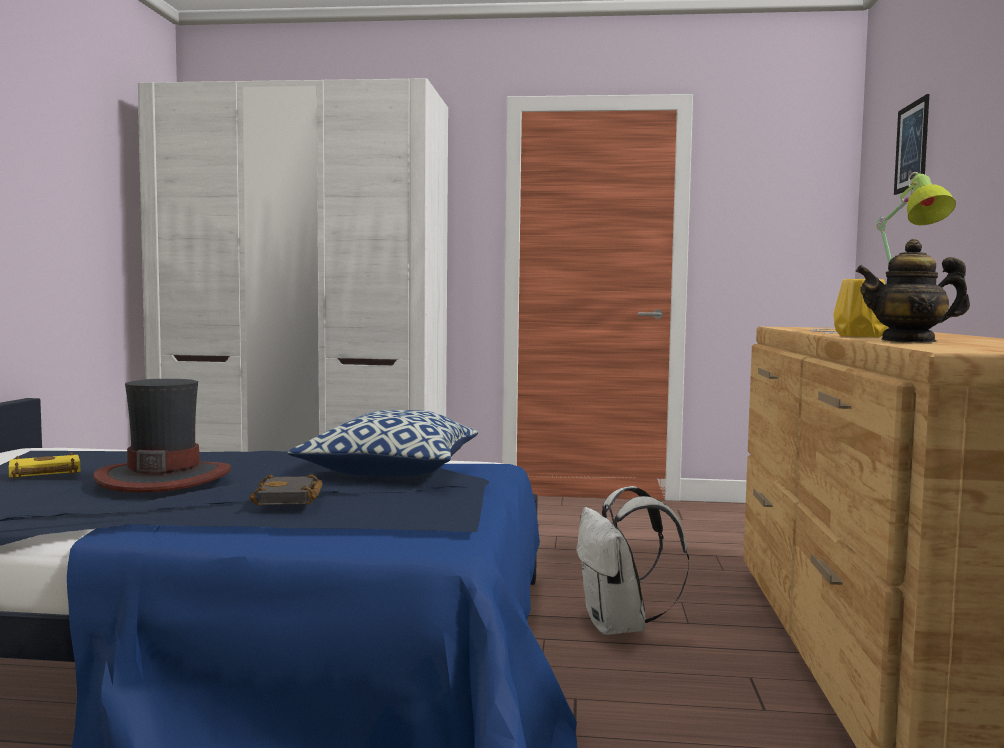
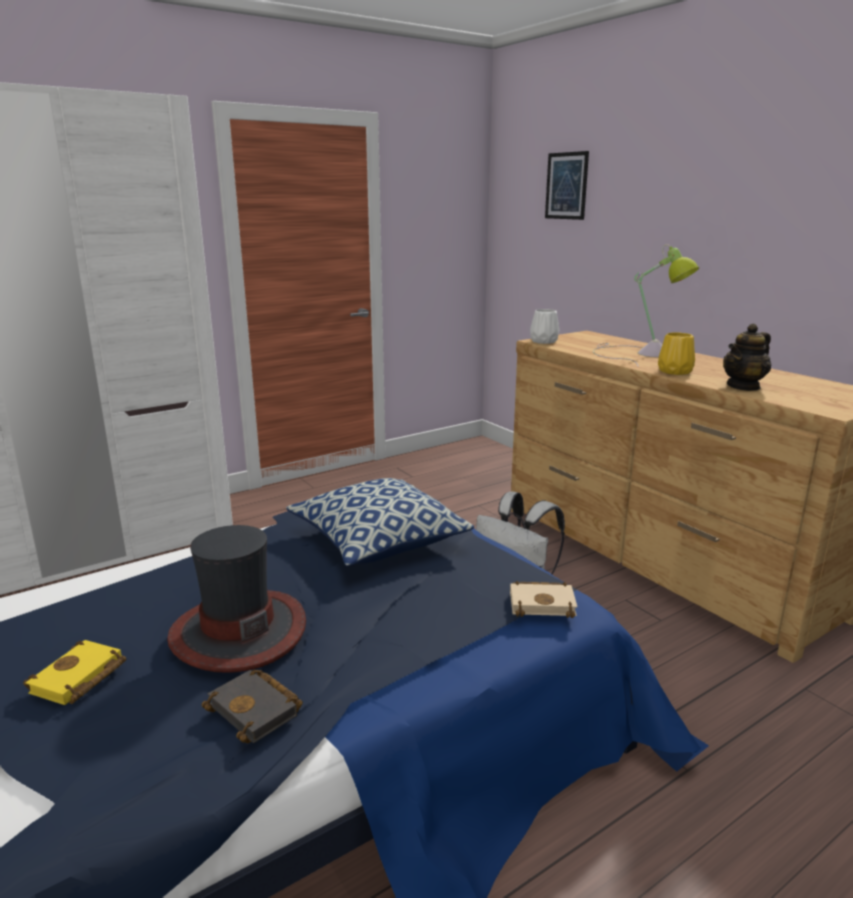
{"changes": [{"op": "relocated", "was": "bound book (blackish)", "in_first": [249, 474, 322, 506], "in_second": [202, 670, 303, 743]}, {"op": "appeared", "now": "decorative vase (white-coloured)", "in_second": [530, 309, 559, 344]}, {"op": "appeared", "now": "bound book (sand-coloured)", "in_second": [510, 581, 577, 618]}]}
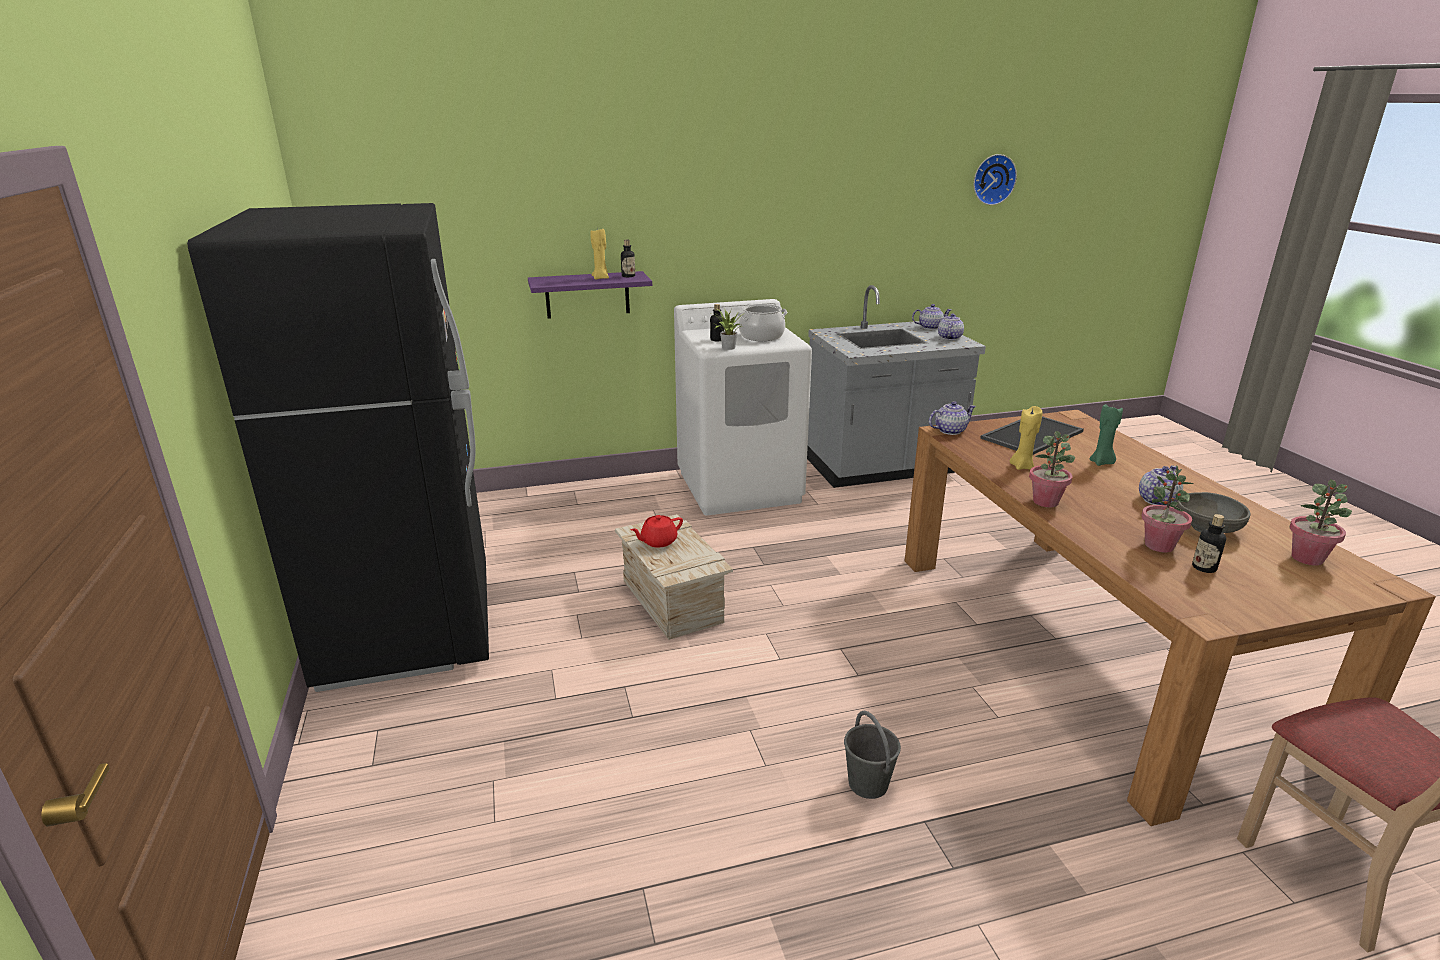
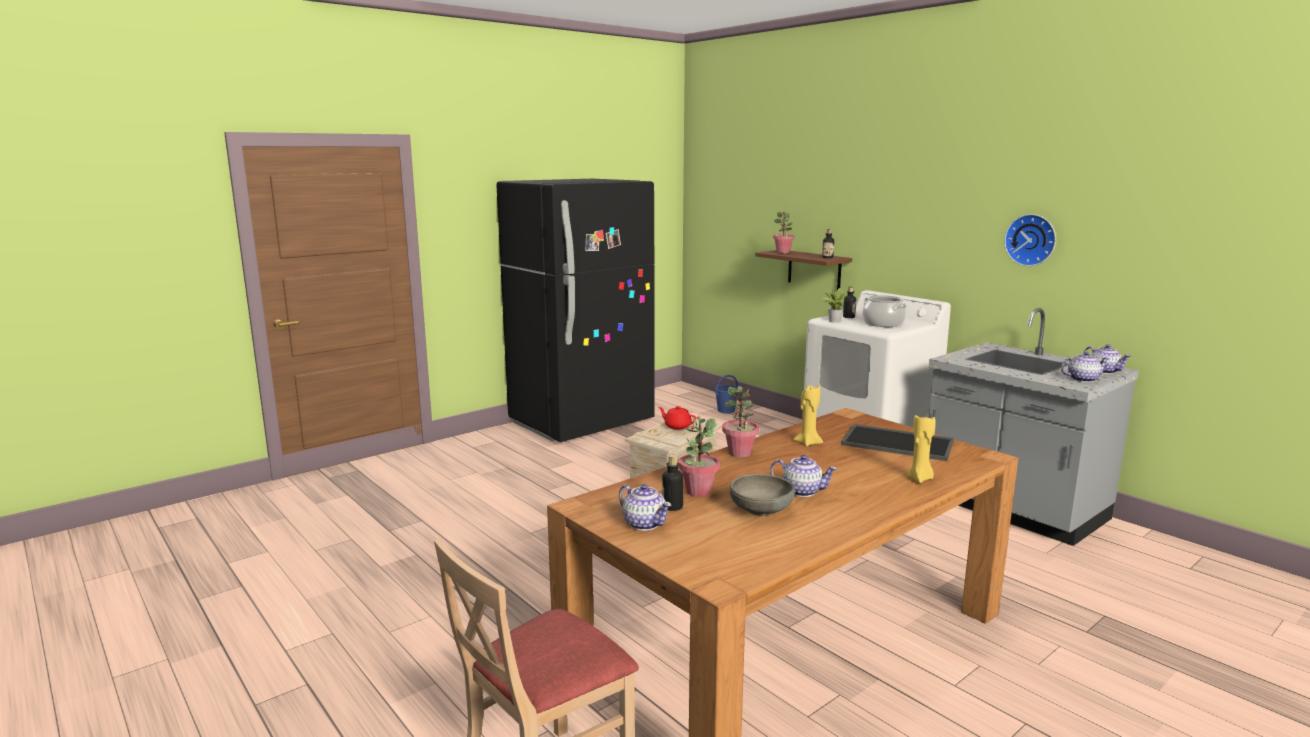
{"changes": [{"op": "relocated", "was": "clock on the wall", "in_first": [974, 154, 1017, 205], "in_second": [1004, 214, 1056, 266]}, {"op": "relocated", "was": "wax candle (yellowish)", "in_first": [591, 227, 609, 279], "in_second": [907, 415, 936, 483]}, {"op": "colour", "was": "wall shelf (purple-coloured)", "now": "wall shelf (brownish)", "in_first": [528, 271, 652, 319], "in_second": [755, 250, 852, 290]}, {"op": "relocated", "was": "tea pot", "in_first": [929, 401, 976, 435], "in_second": [619, 484, 672, 531]}, {"op": "missing", "was": "wax candle (green-coloured)", "in_first": [1090, 404, 1123, 466]}, {"op": "relocated", "was": "houseplant", "in_first": [1290, 479, 1352, 566], "in_second": [773, 211, 795, 253]}, {"op": "missing", "was": "bucket (grey)", "in_first": [844, 710, 901, 799]}, {"op": "appeared", "now": "bucket (bluish)", "in_second": [715, 375, 738, 413]}]}
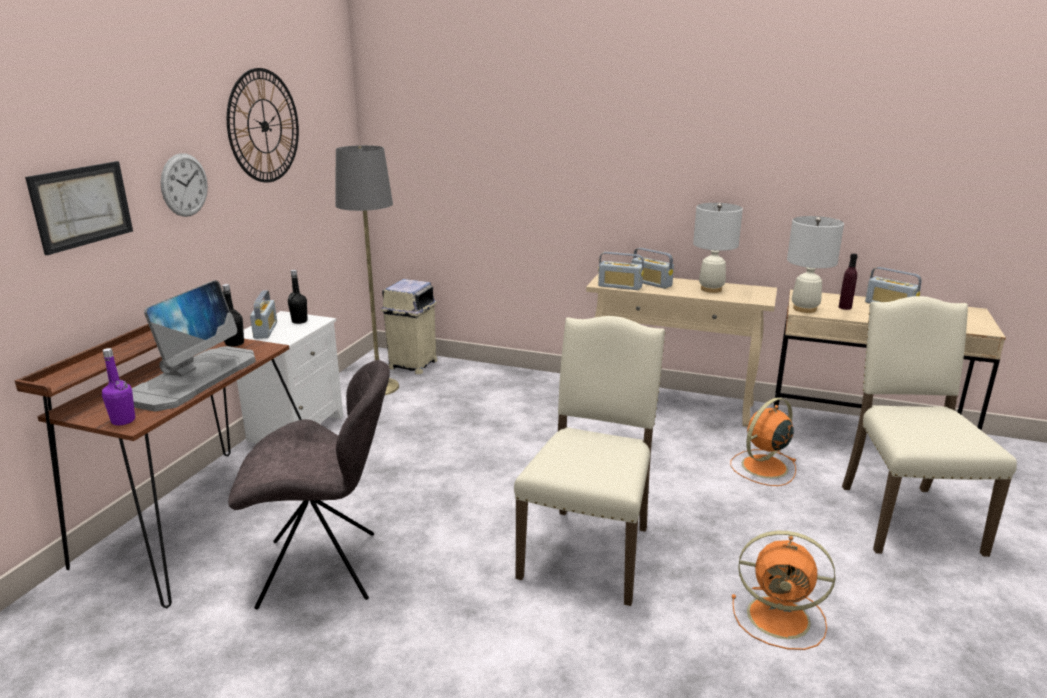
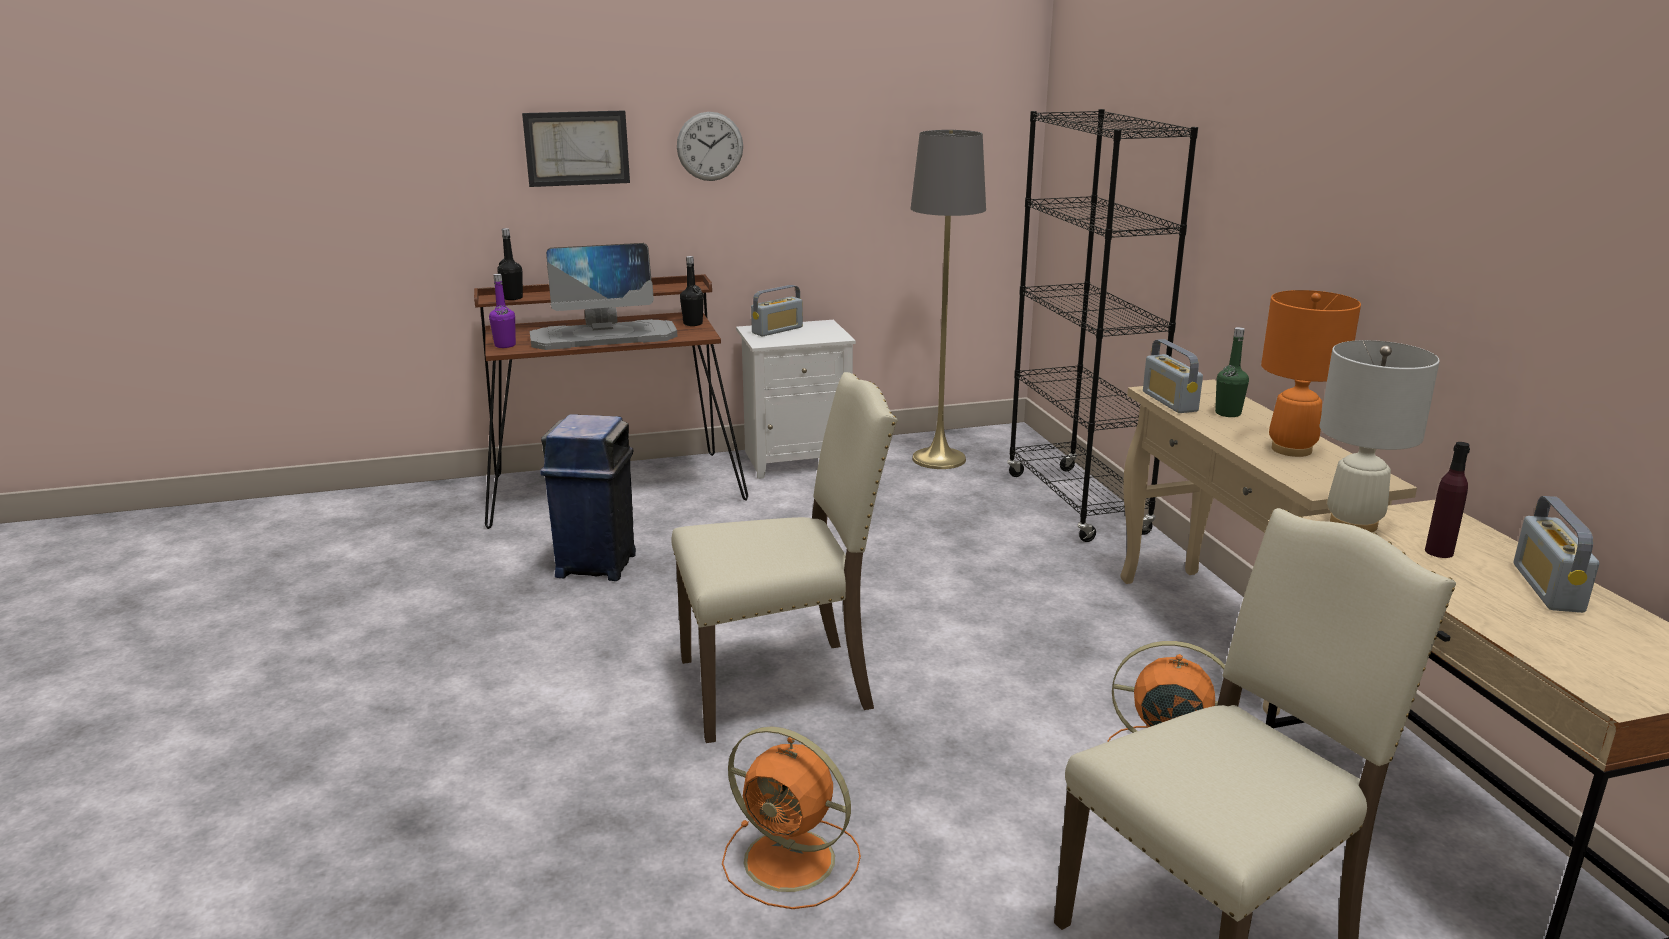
{"changes": [{"op": "missing", "was": "clock on the wall", "in_first": [227, 68, 299, 183]}, {"op": "colour", "was": "lamp for a table (white-coloured)", "now": "lamp for a table (orange-coloured)", "in_first": [693, 203, 743, 293], "in_second": [1261, 290, 1361, 457]}, {"op": "exchanged", "was": "radio set", "now": "drink bottle (green-coloured)", "in_first": [632, 248, 674, 289], "in_second": [1215, 327, 1249, 417]}, {"op": "relocated", "was": "drink bottle (blackish)", "in_first": [288, 270, 307, 324], "in_second": [497, 228, 523, 300]}, {"op": "missing", "was": "trash can (sand-coloured)", "in_first": [381, 279, 438, 374]}, {"op": "exchanged", "was": "plain chair (grey)", "now": "trash can (bluish)", "in_first": [228, 360, 390, 610], "in_second": [540, 414, 636, 581]}, {"op": "spun", "was": "cooling fan (orange-coloured)", "in_first": [732, 531, 835, 650], "in_second": [722, 726, 861, 909], "clockwise": -45}, {"op": "appeared", "now": "bookshelf (blackish)", "in_second": [1007, 109, 1198, 542]}]}
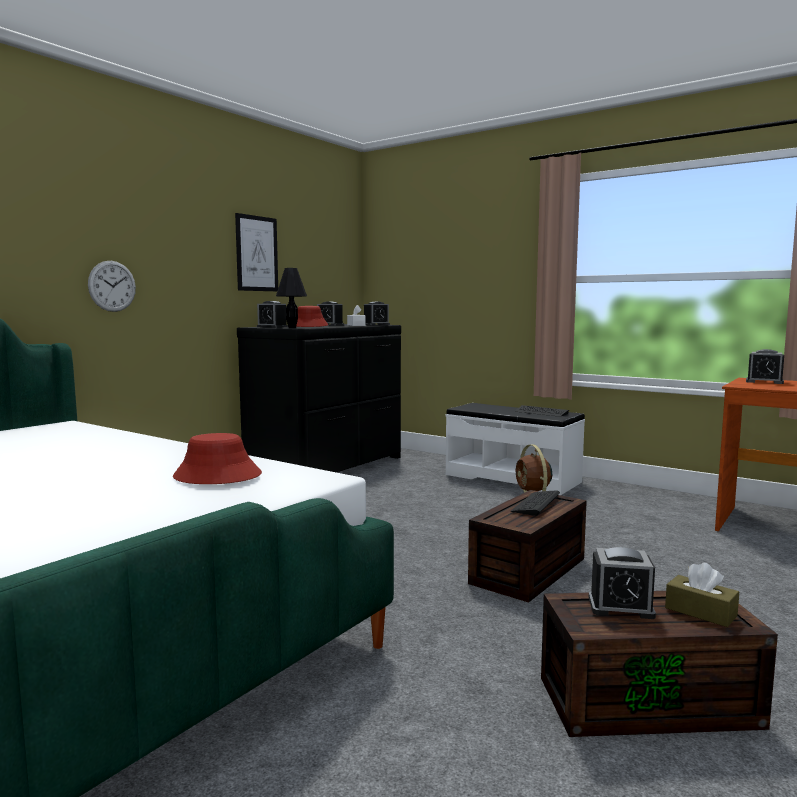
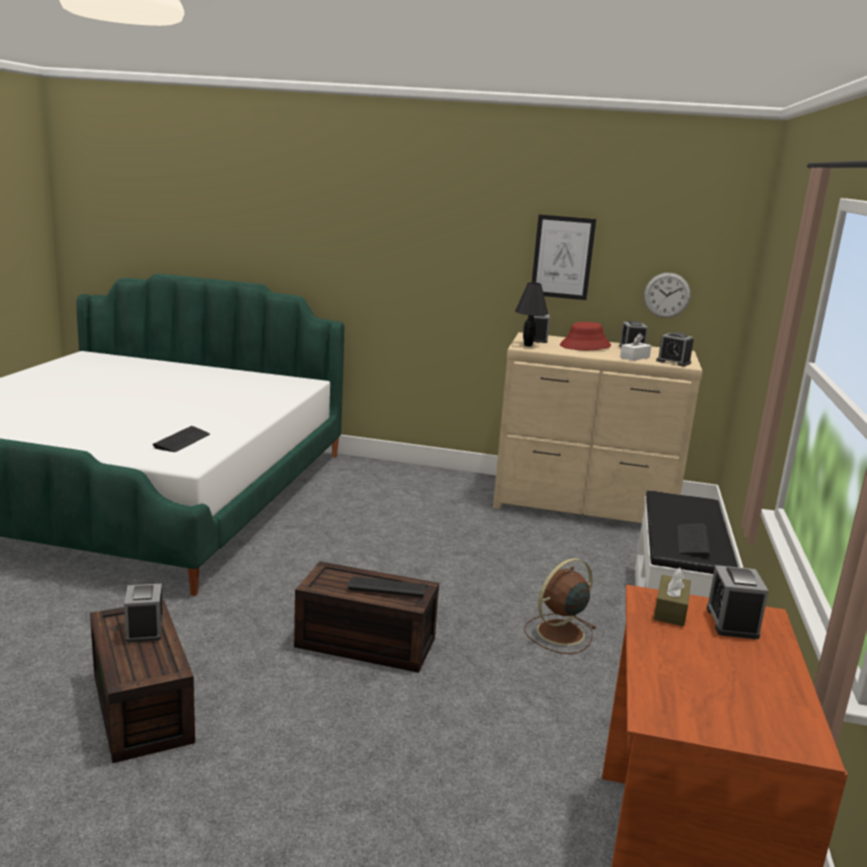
{"changes": [{"op": "relocated", "was": "clock on the wall", "in_first": [88, 261, 136, 312], "in_second": [644, 273, 691, 318]}, {"op": "colour", "was": "chest of drawers (blackish)", "now": "chest of drawers (sand-coloured)", "in_first": [237, 324, 401, 472], "in_second": [493, 332, 703, 523]}, {"op": "exchanged", "was": "clothing hat (reddish)", "now": "computer keyboard", "in_first": [173, 433, 262, 484], "in_second": [152, 426, 210, 452]}, {"op": "relocated", "was": "tissue holder (brownish)", "in_first": [665, 563, 739, 627], "in_second": [654, 568, 691, 626]}]}
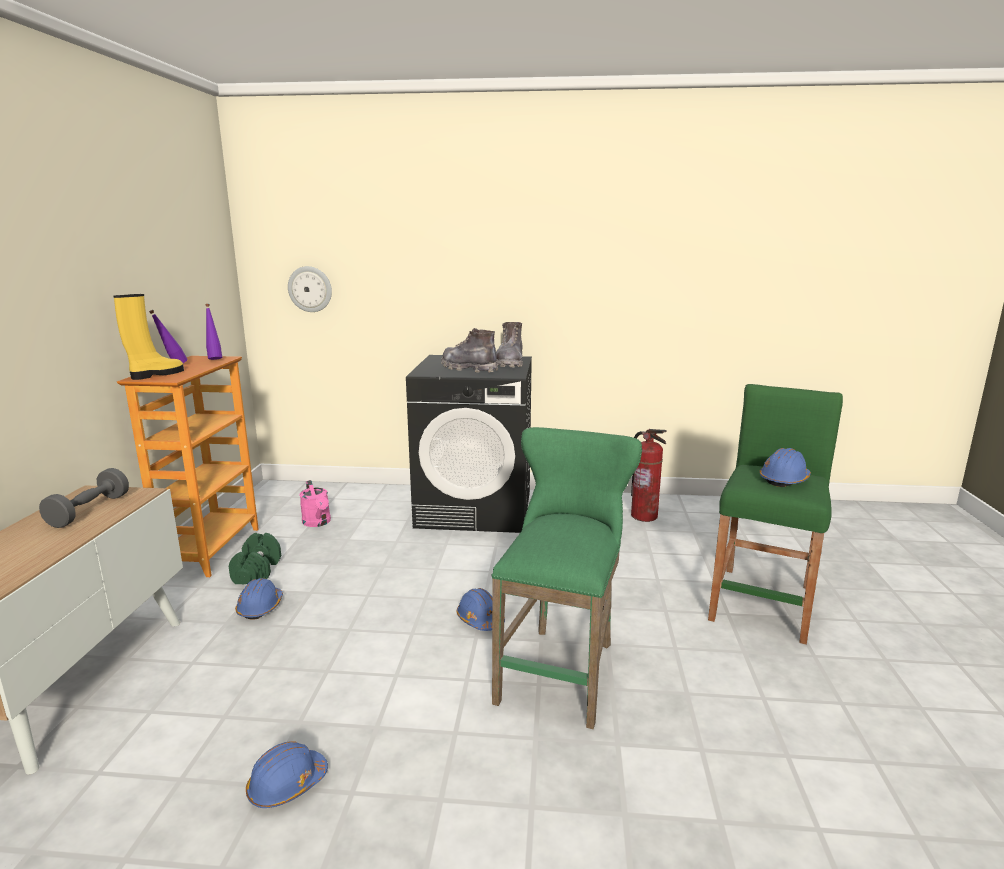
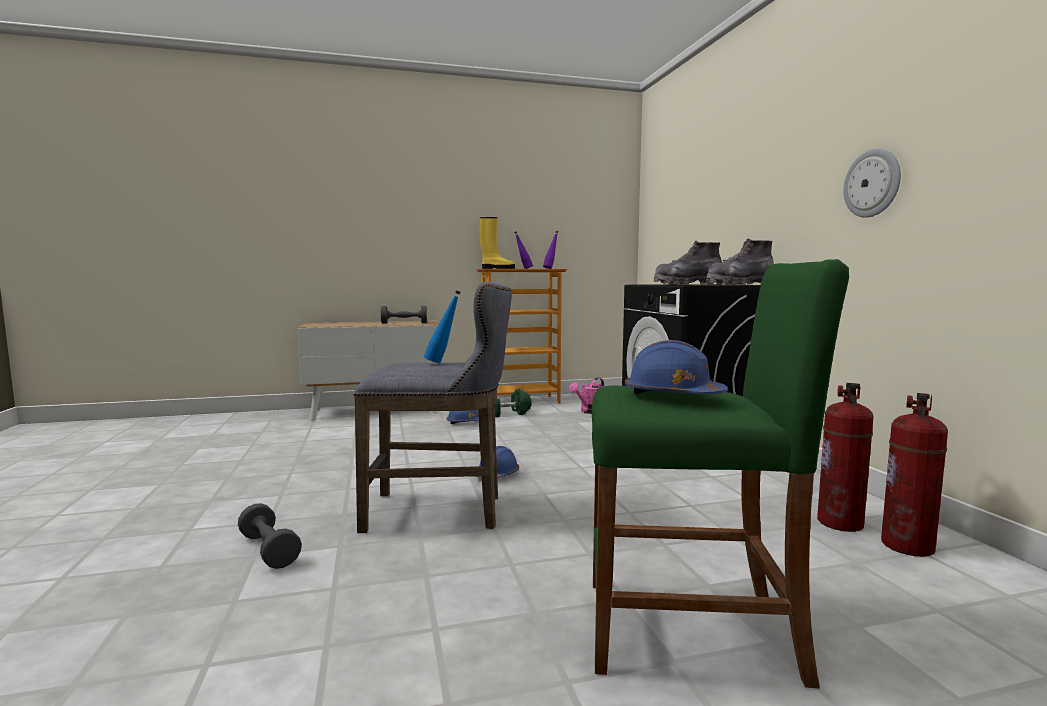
{"changes": [{"op": "relocated", "was": "clock on the wall", "in_first": [288, 266, 332, 312], "in_second": [843, 148, 901, 218]}, {"op": "spun", "was": "boot (grey)", "in_first": [441, 328, 498, 373], "in_second": [654, 241, 722, 285], "clockwise": -105}, {"op": "colour", "was": "sitting stool (green-coloured)", "now": "sitting stool (grey)", "in_first": [491, 427, 642, 729], "in_second": [353, 282, 512, 533]}, {"op": "missing", "was": "safety helmet (bluish)", "in_first": [246, 741, 328, 808]}, {"op": "appeared", "now": "drink bottle (bluish)", "in_second": [424, 290, 461, 363]}, {"op": "appeared", "now": "fire-fighting cylinder", "in_second": [881, 393, 948, 557]}, {"op": "appeared", "now": "hand weight (grey)", "in_second": [238, 503, 302, 569]}]}
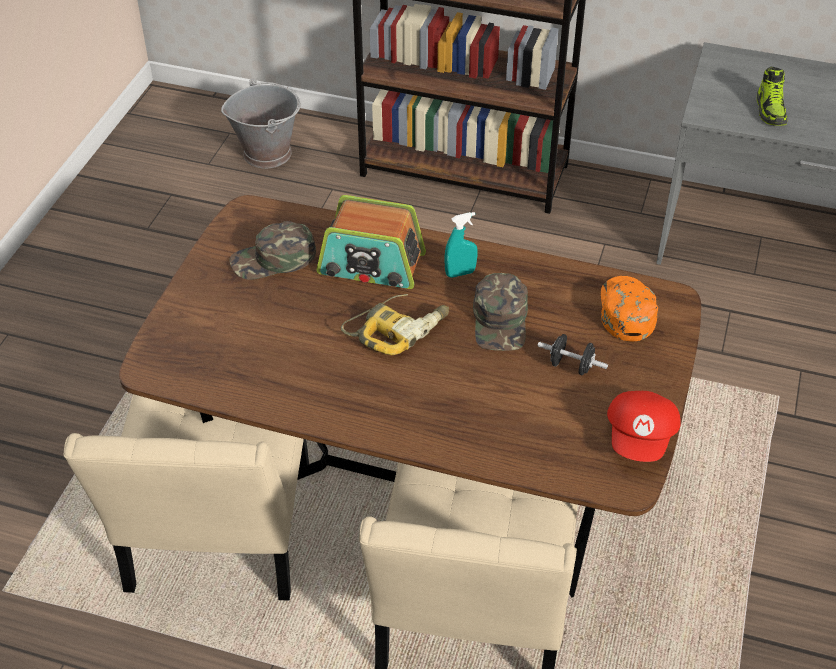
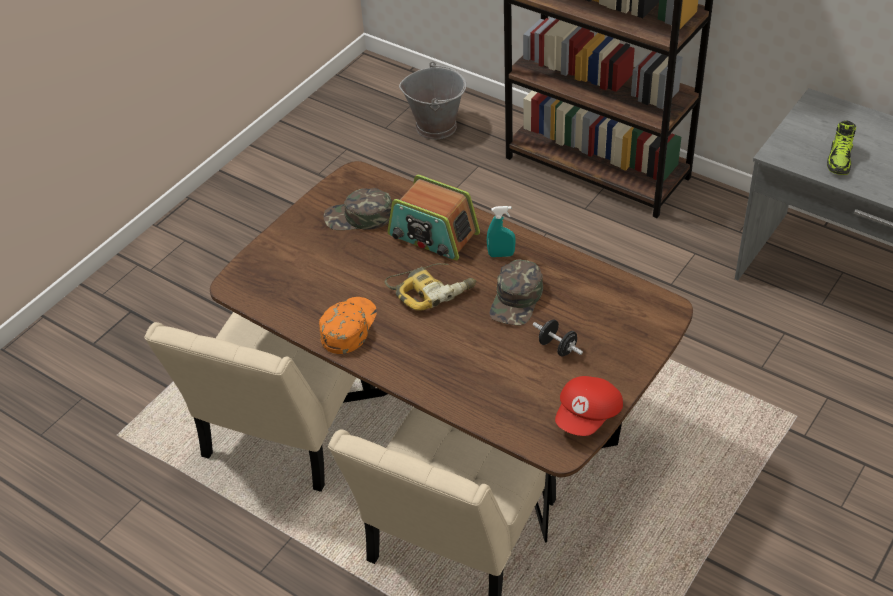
{"changes": [{"op": "relocated", "was": "cap (orange-coloured)", "in_first": [601, 276, 658, 341], "in_second": [319, 297, 377, 354]}]}
